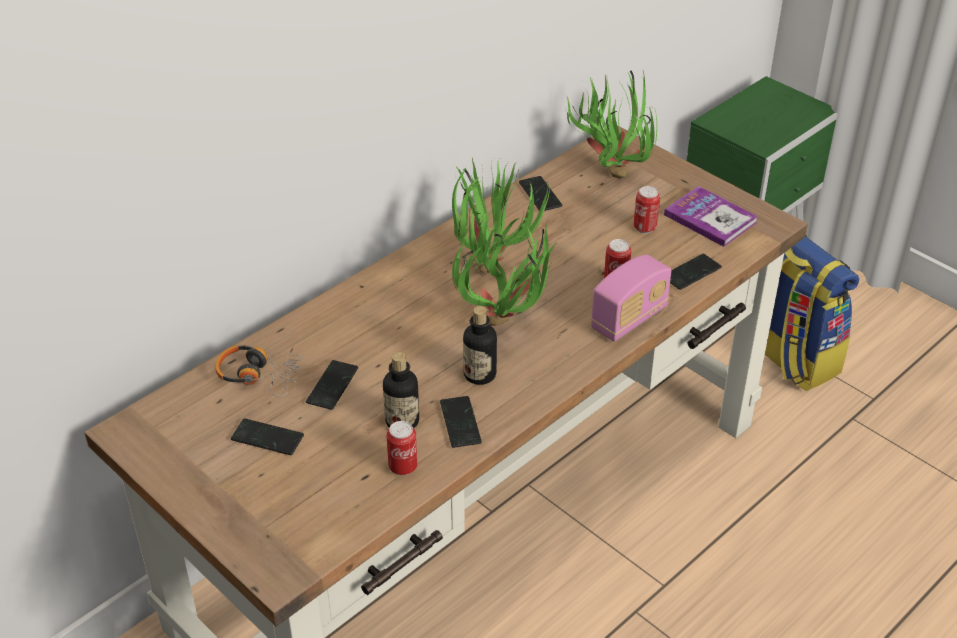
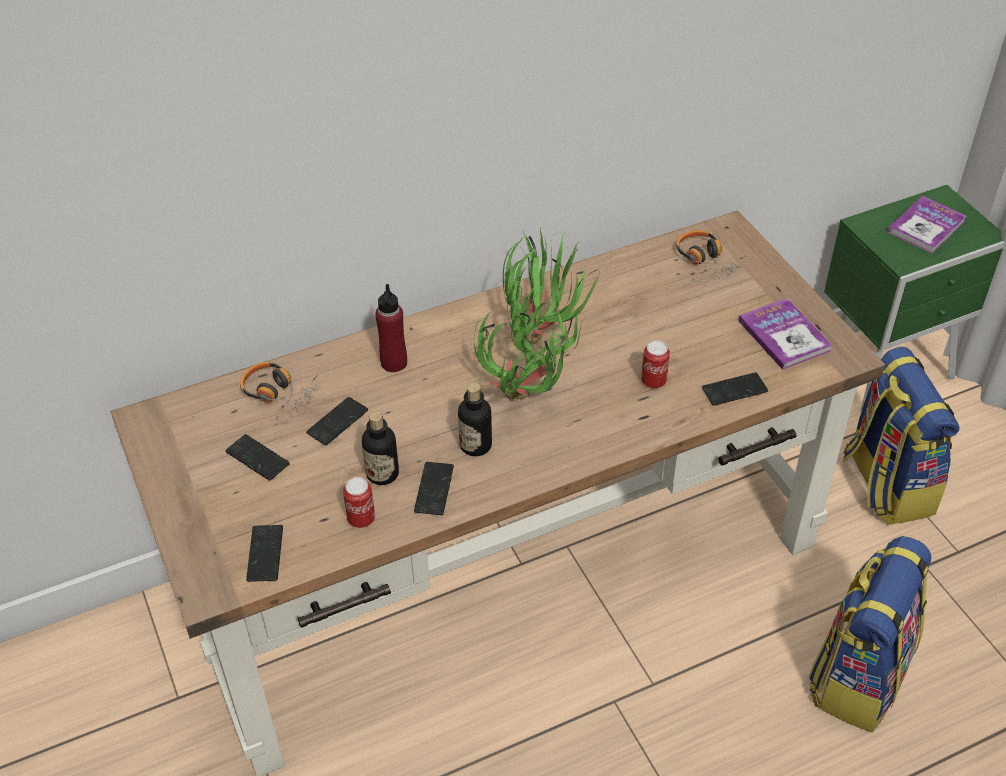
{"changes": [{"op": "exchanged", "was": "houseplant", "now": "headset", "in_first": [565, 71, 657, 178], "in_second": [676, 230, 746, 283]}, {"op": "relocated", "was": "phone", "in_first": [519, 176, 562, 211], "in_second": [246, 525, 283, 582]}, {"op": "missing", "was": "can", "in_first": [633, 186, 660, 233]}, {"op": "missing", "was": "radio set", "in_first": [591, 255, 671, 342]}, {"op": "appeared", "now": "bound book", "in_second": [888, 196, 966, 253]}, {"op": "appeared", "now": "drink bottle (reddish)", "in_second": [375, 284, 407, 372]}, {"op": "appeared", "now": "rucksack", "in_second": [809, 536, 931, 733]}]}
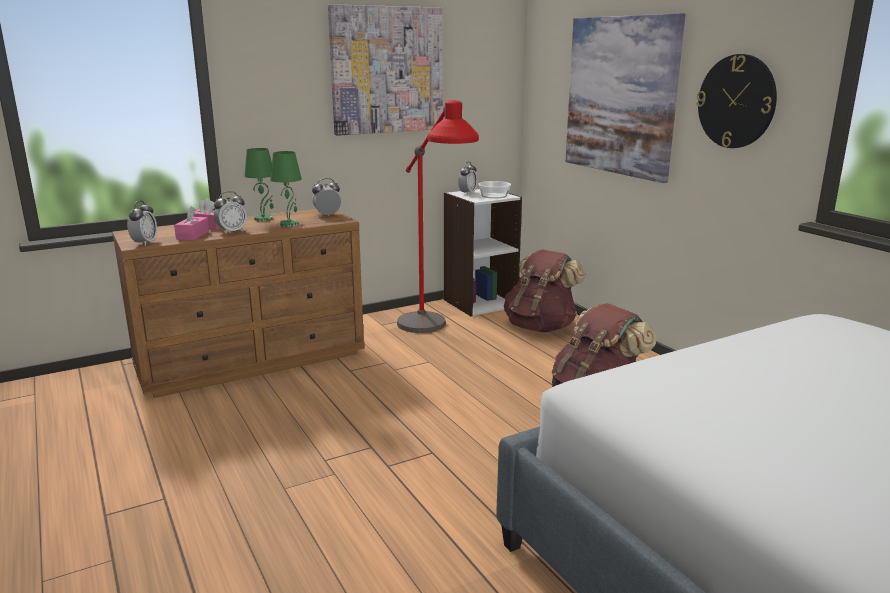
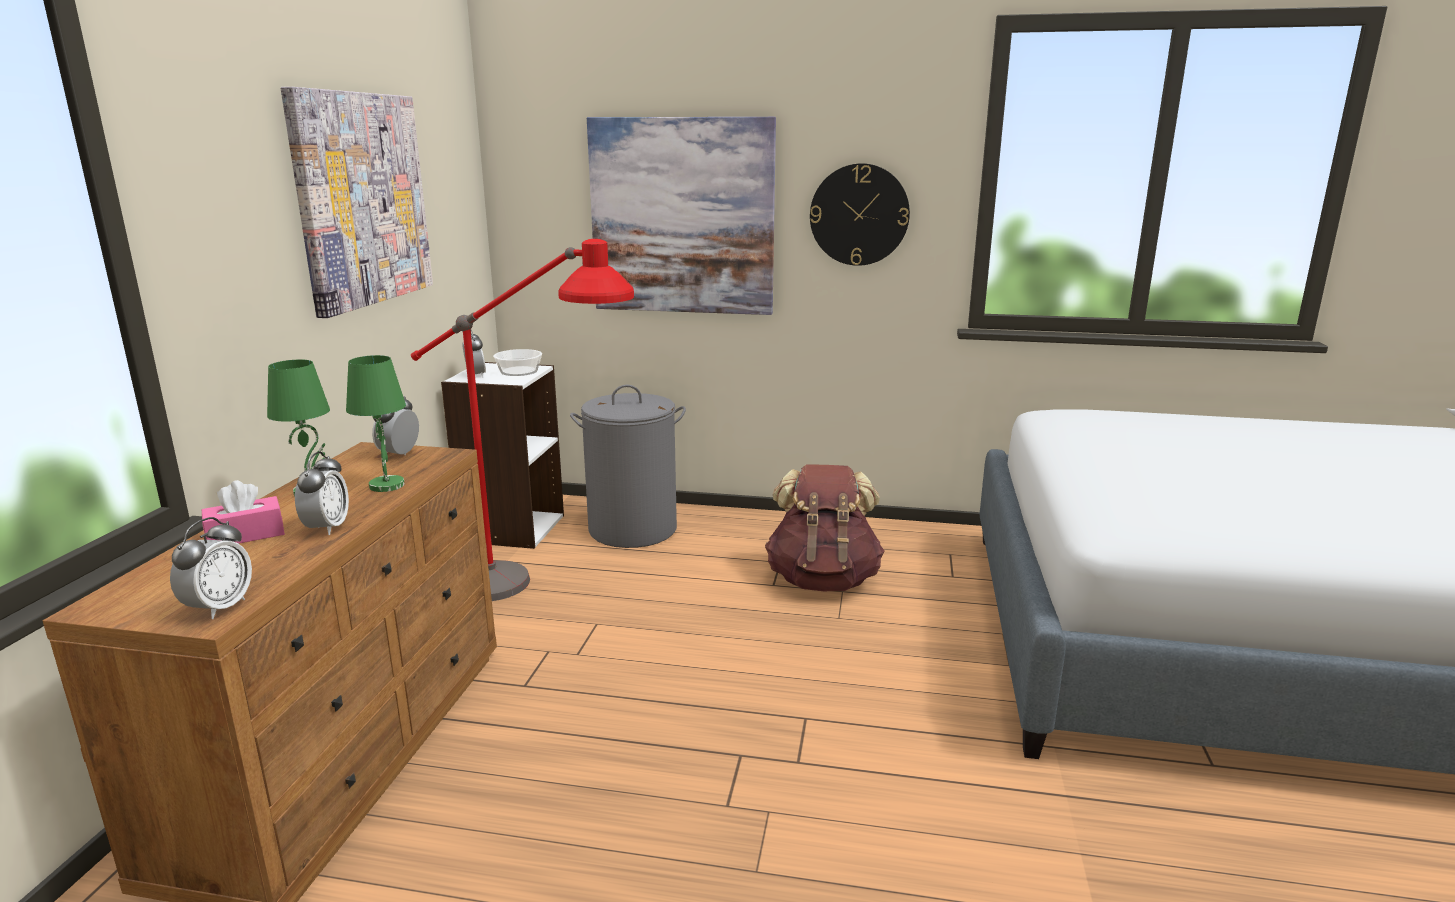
{"changes": [{"op": "spun", "was": "table clock", "in_first": [127, 200, 157, 246], "in_second": [170, 517, 252, 619], "clockwise": 60}, {"op": "missing", "was": "tissue holder (pink-coloured)", "in_first": [174, 206, 209, 240]}, {"op": "exchanged", "was": "rucksack (brownish)", "now": "hamper (grey)", "in_first": [504, 249, 585, 332], "in_second": [570, 385, 686, 548]}]}
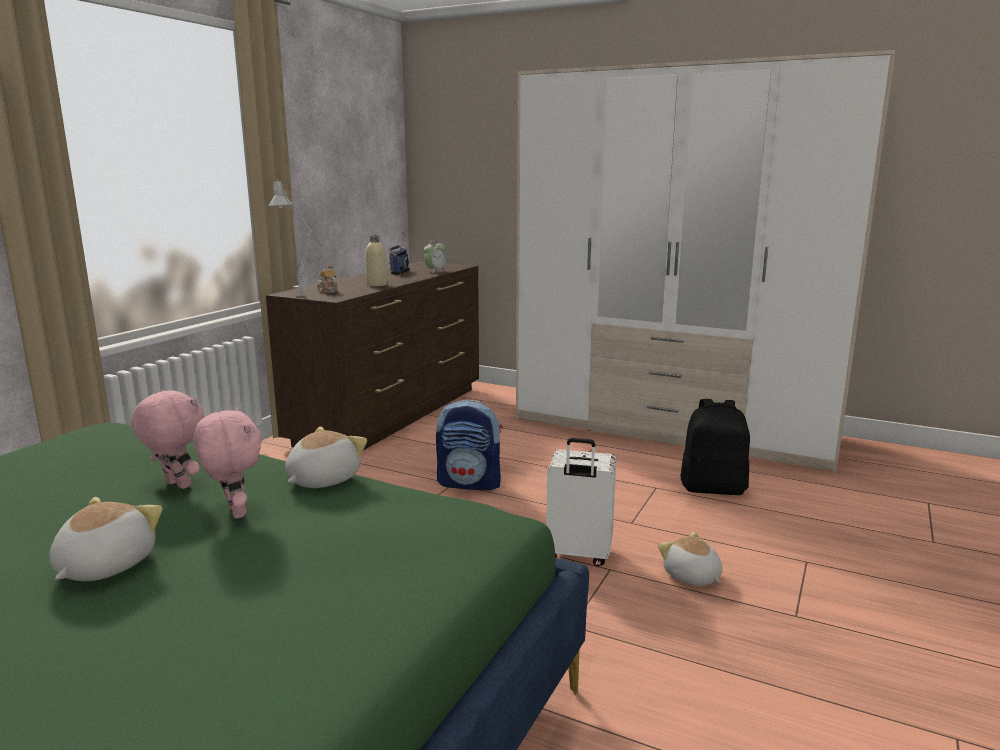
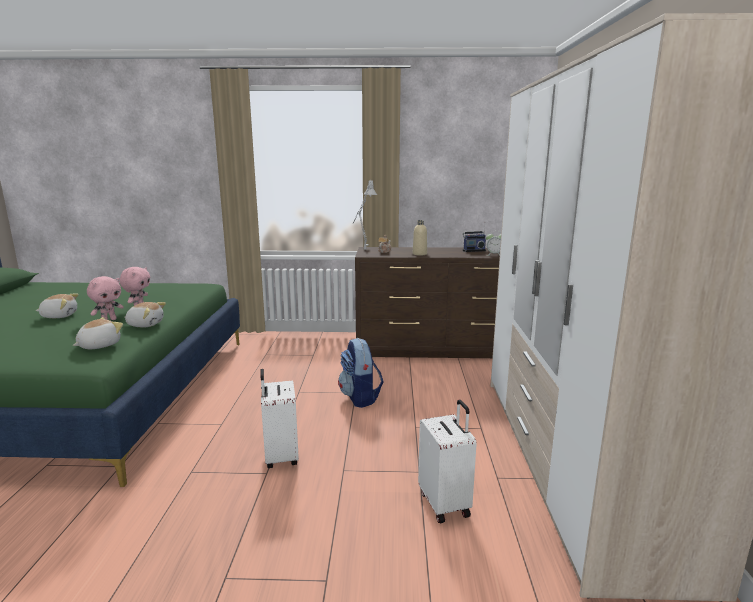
{"changes": [{"op": "exchanged", "was": "rucksack (blackish)", "now": "travel case (white-coloured)", "in_first": [681, 399, 750, 495], "in_second": [418, 400, 477, 523]}, {"op": "relocated", "was": "plush toy", "in_first": [658, 531, 723, 586], "in_second": [73, 317, 123, 349]}]}
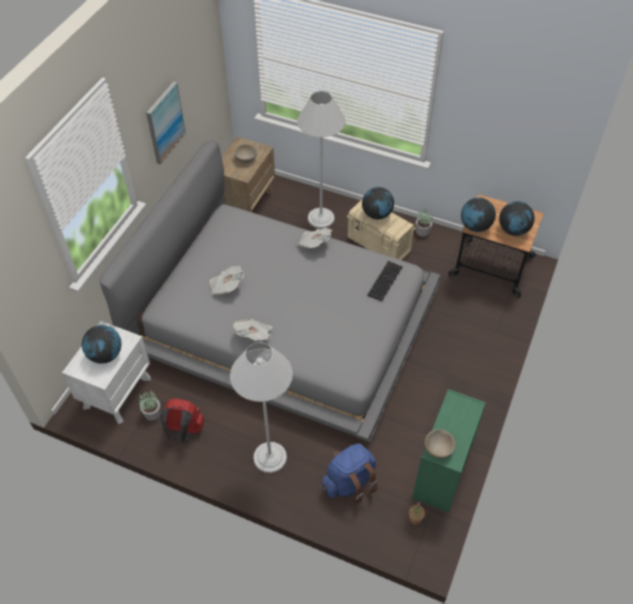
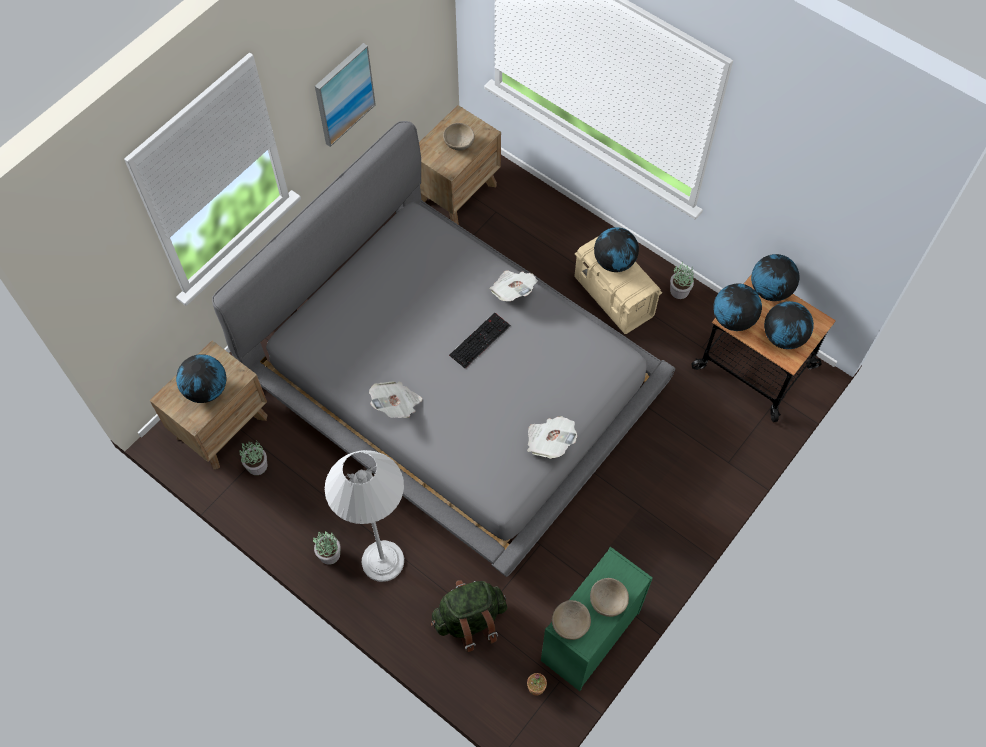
{"changes": [{"op": "missing", "was": "standard lamp (white-coloured)", "in_first": [297, 91, 346, 228]}, {"op": "relocated", "was": "computer keyboard", "in_first": [367, 261, 403, 301], "in_second": [449, 313, 510, 368]}, {"op": "relocated", "was": "newspaper", "in_first": [210, 266, 244, 295], "in_second": [527, 416, 577, 459]}, {"op": "colour", "was": "night table (white-coloured)", "now": "night table (brownish)", "in_first": [62, 321, 151, 424], "in_second": [150, 341, 268, 470]}, {"op": "missing", "was": "rucksack (reddish)", "in_first": [161, 399, 204, 443]}, {"op": "colour", "was": "rucksack (bluish)", "now": "rucksack (green-coloured)", "in_first": [322, 443, 378, 505], "in_second": [431, 580, 507, 652]}, {"op": "appeared", "now": "world globe", "in_second": [751, 254, 799, 301]}, {"op": "appeared", "now": "houseplant", "in_second": [313, 531, 340, 565]}, {"op": "appeared", "now": "bowl (sand-coloured)", "in_second": [590, 578, 629, 617]}]}
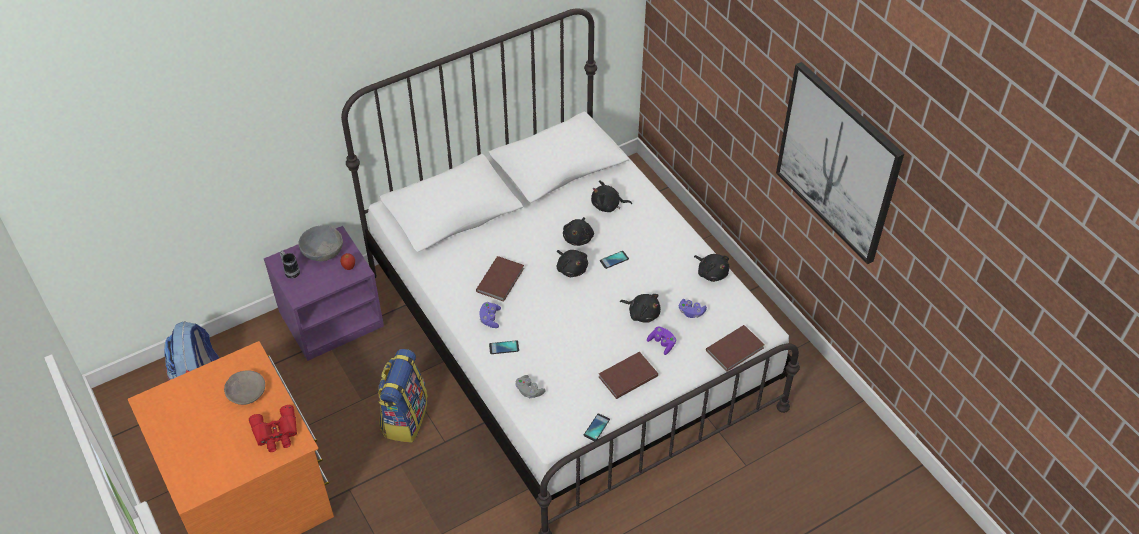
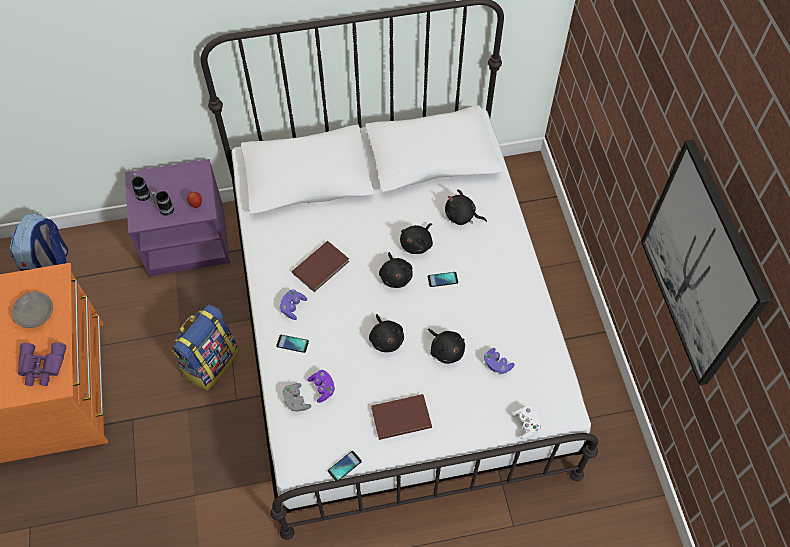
{"changes": [{"op": "missing", "was": "bowl (grey)", "in_first": [298, 225, 343, 261]}, {"op": "relocated", "was": "plush toy (blackish)", "in_first": [694, 254, 729, 282], "in_second": [369, 314, 404, 352]}, {"op": "exchanged", "was": "bound book (brownish)", "now": "game controller (white-coloured)", "in_first": [706, 325, 765, 372], "in_second": [511, 406, 541, 439]}, {"op": "relocated", "was": "game controller (purple-coloured)", "in_first": [647, 327, 676, 355], "in_second": [308, 370, 335, 403]}, {"op": "colour", "was": "pair of binoculars (reddish)", "now": "pair of binoculars (purple-coloured)", "in_first": [249, 405, 297, 452], "in_second": [18, 342, 66, 386]}, {"op": "appeared", "now": "mug", "in_second": [150, 191, 174, 216]}]}
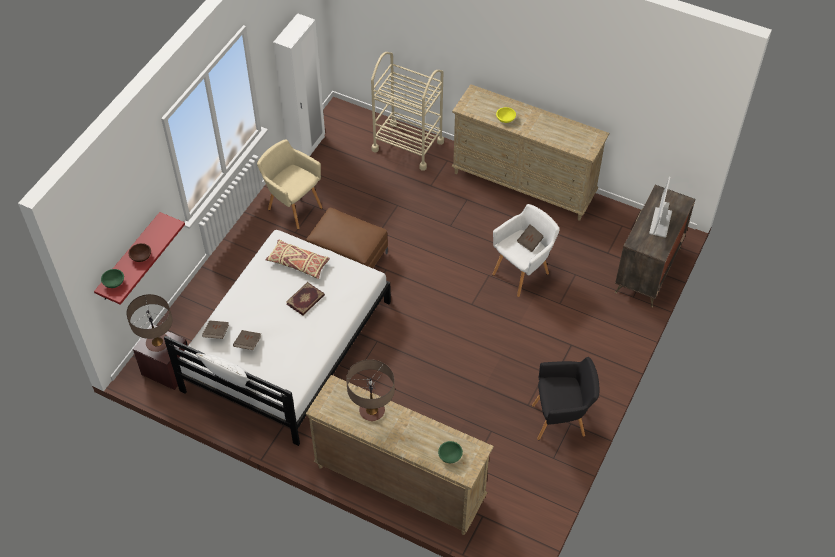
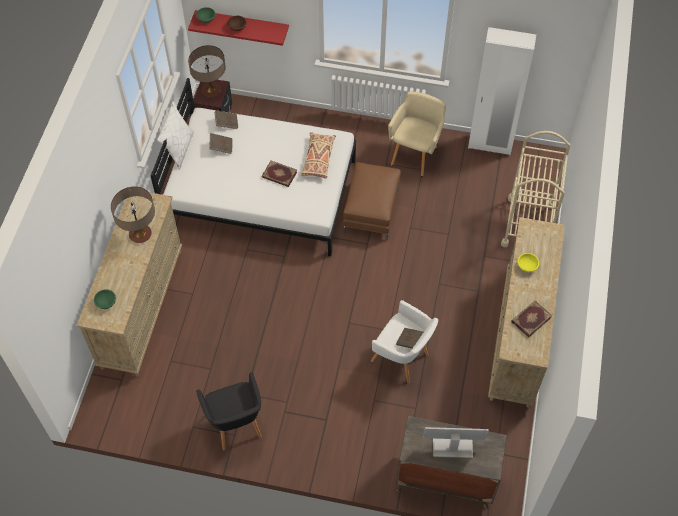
{"changes": [{"op": "appeared", "now": "bound book", "in_second": [511, 301, 552, 337]}]}
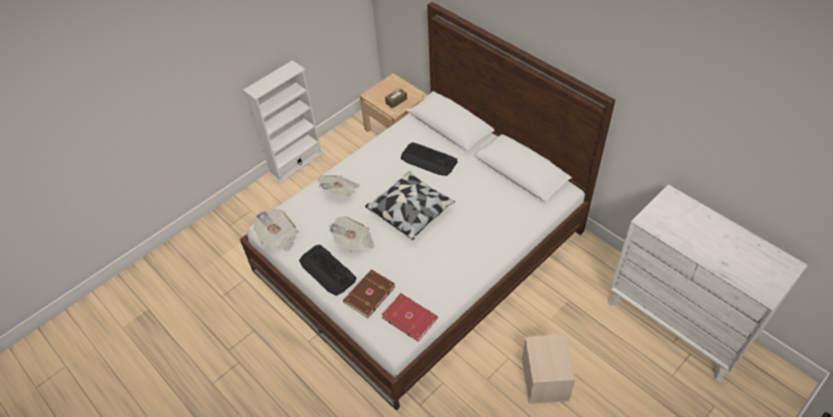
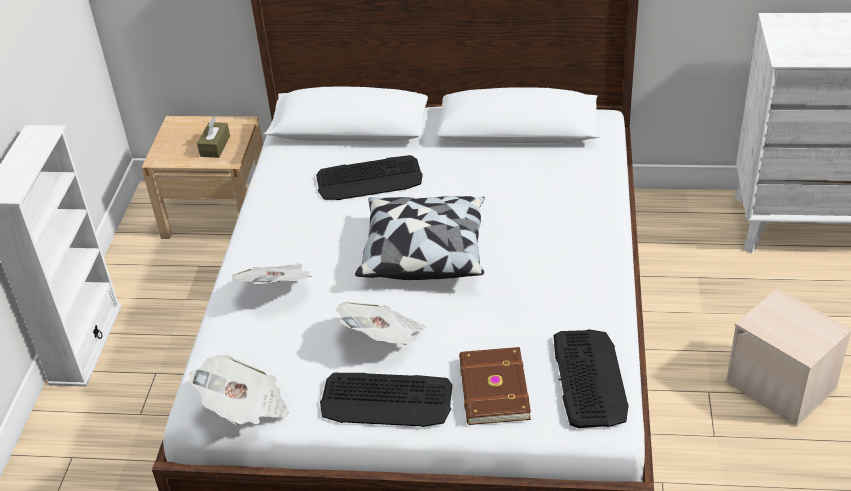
{"changes": [{"op": "exchanged", "was": "bound book (reddish)", "now": "computer keyboard", "in_first": [382, 293, 438, 342], "in_second": [554, 329, 629, 428]}]}
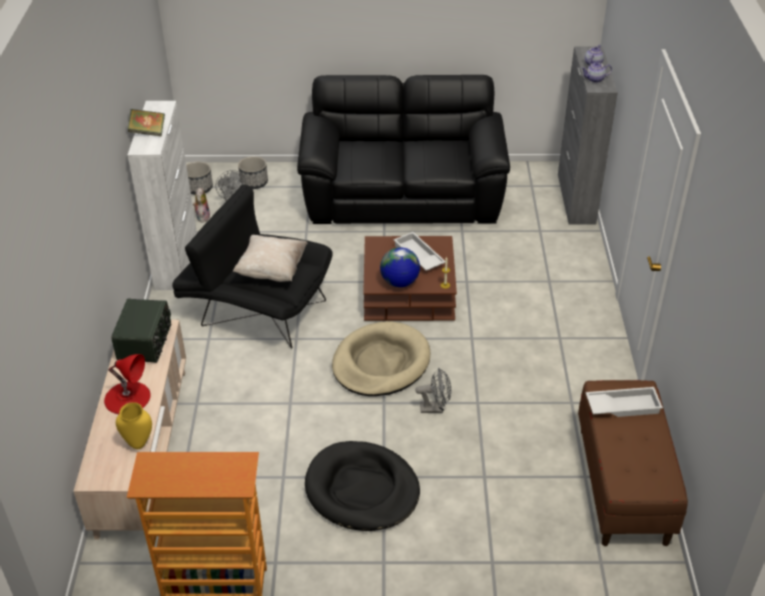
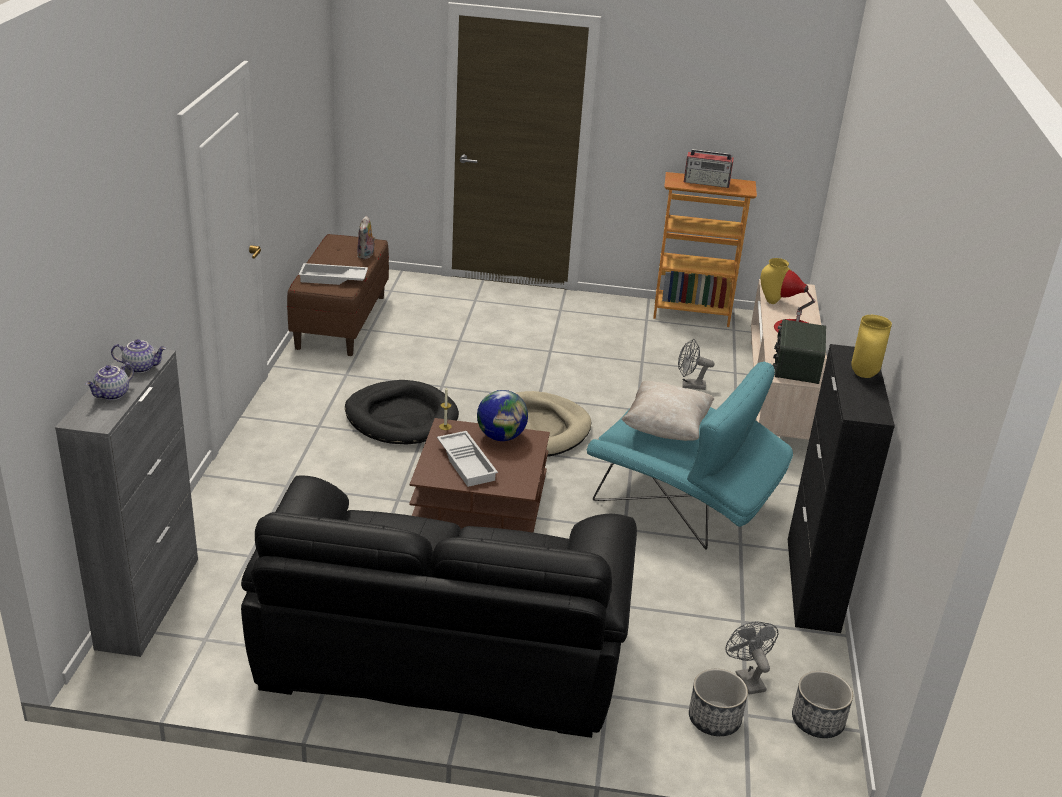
{"changes": [{"op": "colour", "was": "cabinet (white-coloured)", "now": "cabinet (blackish)", "in_first": [128, 101, 197, 290], "in_second": [788, 344, 895, 633]}, {"op": "exchanged", "was": "bound book", "now": "decorative vase (yellowish)", "in_first": [128, 109, 165, 137], "in_second": [851, 315, 892, 378]}, {"op": "colour", "was": "lounge chair (blackish)", "now": "lounge chair (blue-green)", "in_first": [172, 184, 333, 349], "in_second": [586, 361, 793, 550]}, {"op": "relocated", "was": "plush toy", "in_first": [193, 188, 210, 223], "in_second": [357, 216, 376, 259]}, {"op": "relocated", "was": "cooling fan (grey)", "in_first": [415, 368, 451, 413], "in_second": [678, 339, 715, 390]}, {"op": "relocated", "was": "pet bed (blackish)", "in_first": [305, 441, 420, 531], "in_second": [345, 380, 459, 444]}, {"op": "appeared", "now": "radio set", "in_second": [684, 149, 734, 188]}]}
